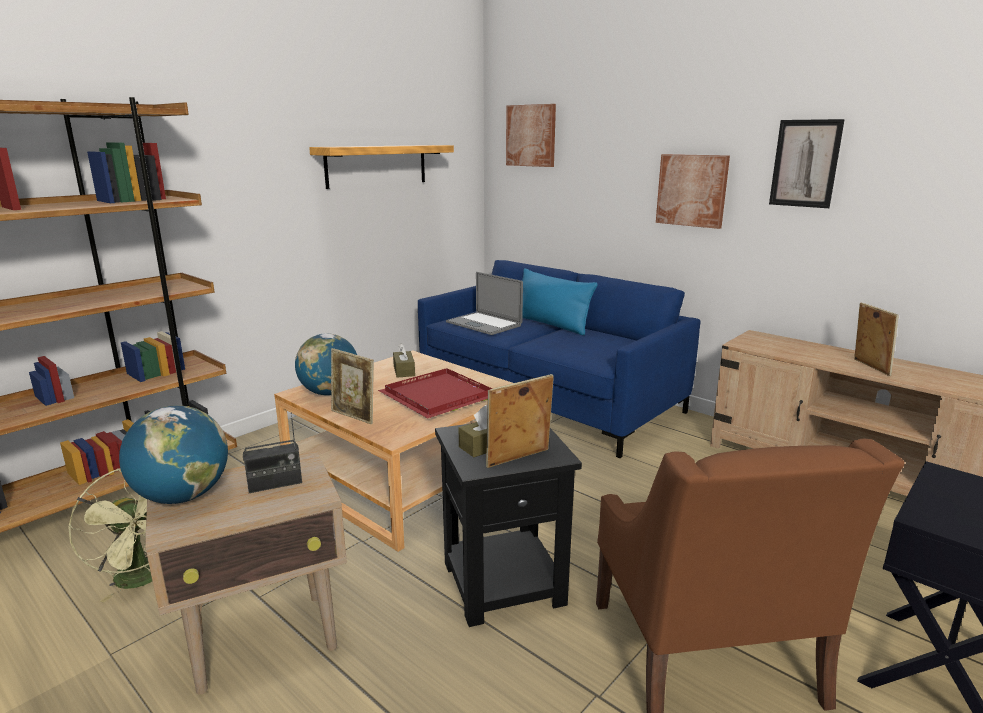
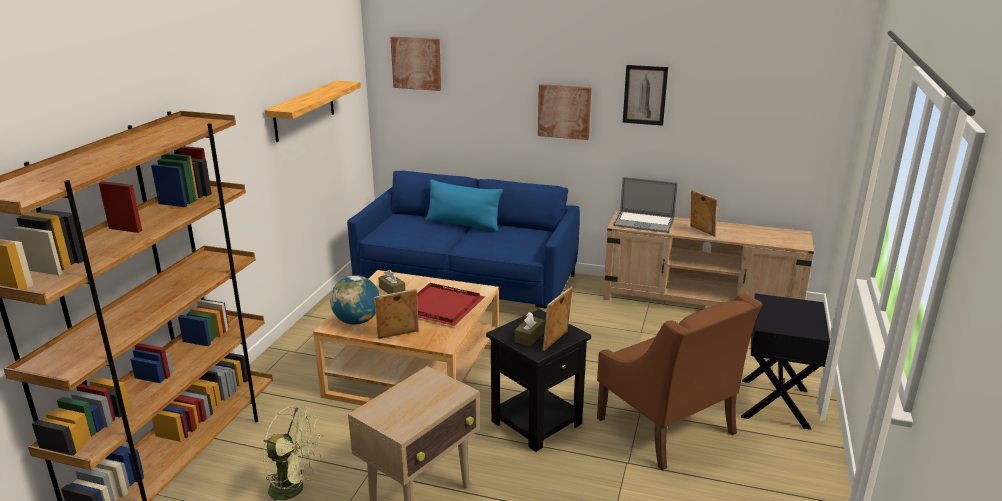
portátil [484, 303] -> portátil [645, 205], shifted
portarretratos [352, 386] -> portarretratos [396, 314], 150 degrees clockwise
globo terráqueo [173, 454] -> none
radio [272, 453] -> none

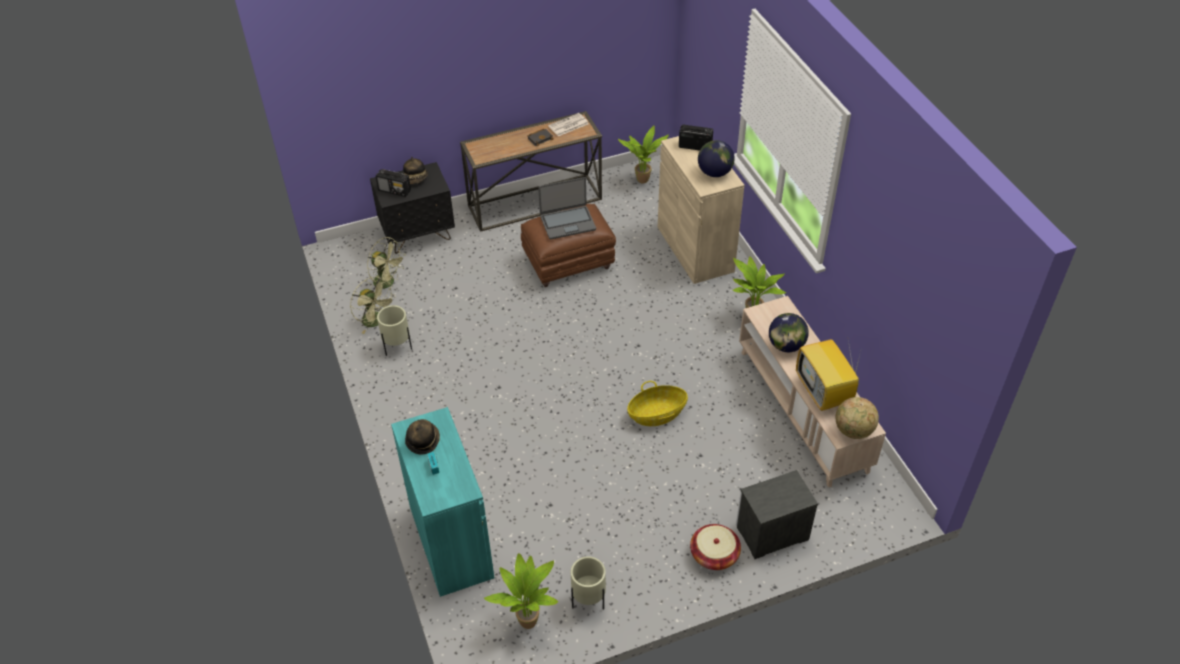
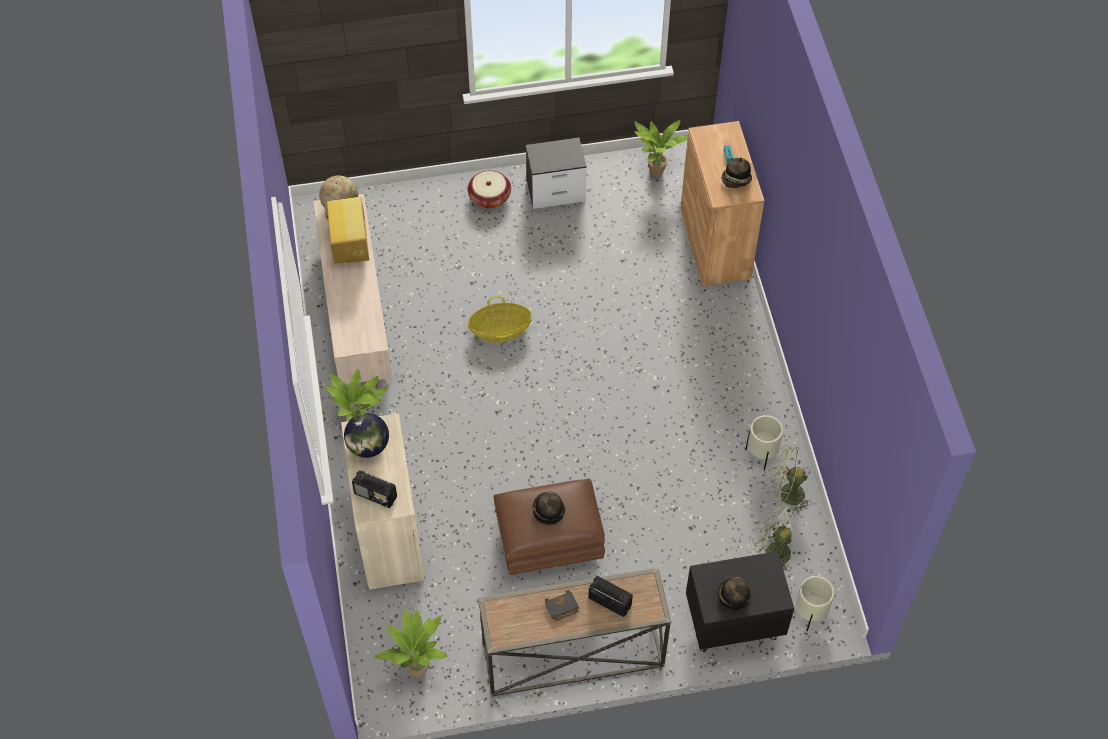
periódico [568, 124] -> none
radio [393, 183] -> radio [610, 596], shifted
portátil [567, 208] -> sombrero [549, 508]
ventilador [verde] [373, 305] -> ventilador [verde] [791, 479], 45 degrees counterclockwise
globo terráqueo [789, 332] -> none
armario [turquesa] [442, 502] -> armario [marrón] [722, 203]
mesita de noche [777, 514] -> mesita de noche [556, 173], shifted
maceta [beis] [588, 583] -> maceta [beis] [815, 603], shifted

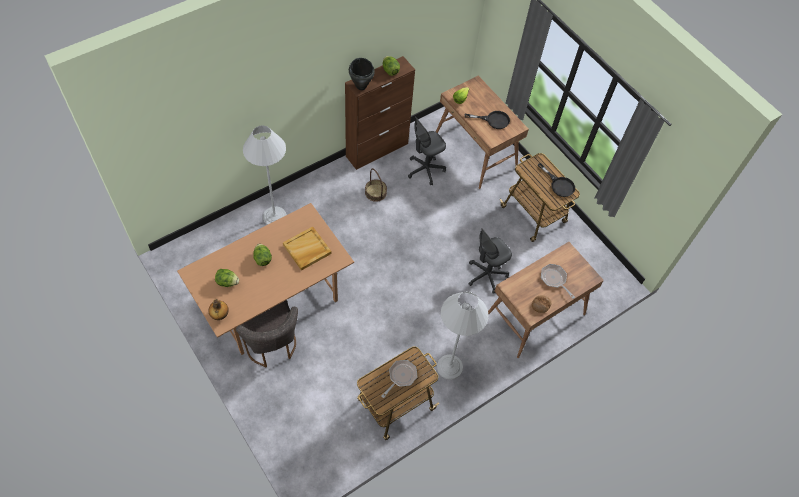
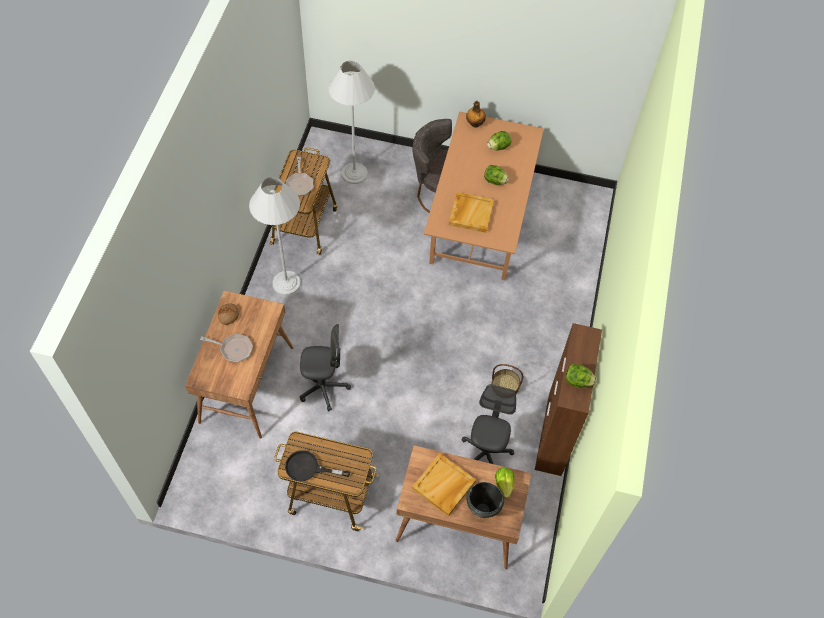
olla [negro] [362, 74] -> olla [negro] [485, 500], shifted
sartén [negro] [487, 120] -> bandeja [beis] [444, 484]
lámpara de pie [blanco] [265, 175] -> lámpara de pie [blanco] [351, 122], shifted
silla de oficina [gris] [490, 261] -> silla de oficina [gris] [325, 367], 75 degrees clockwise

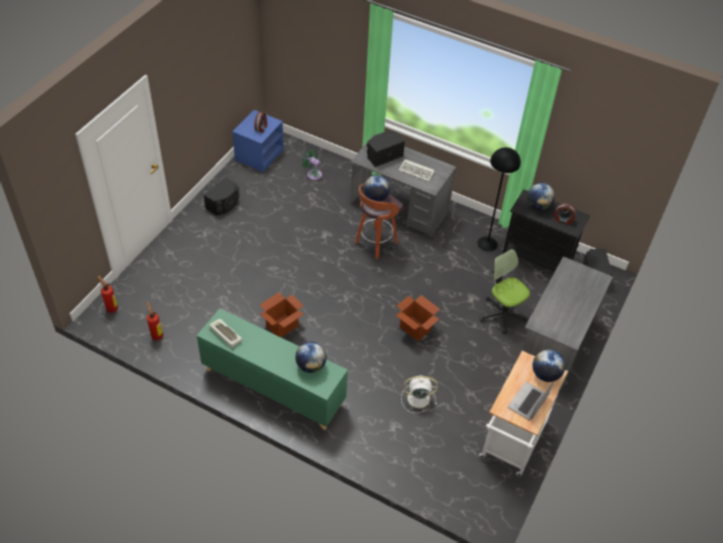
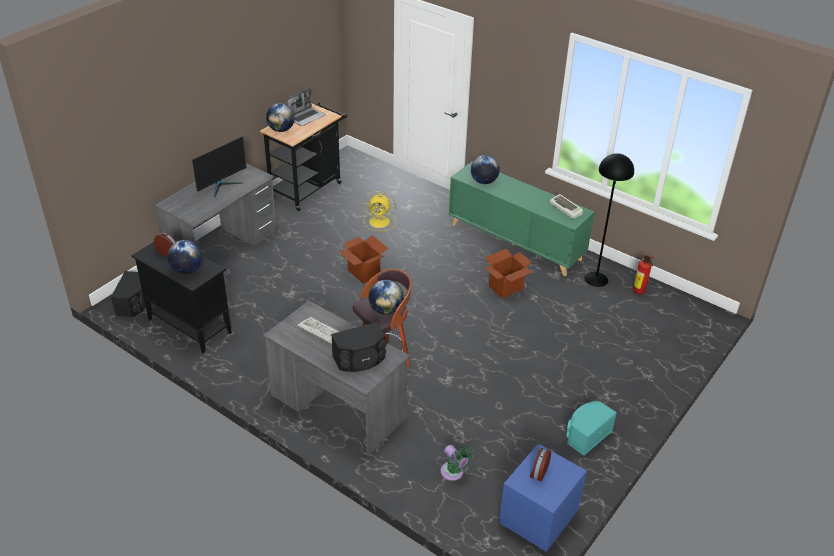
lámpara de pie [negro] [499, 199] -> lámpara de pie [negro] [609, 220], shifted
altavoz [negro] [221, 196] -> altavoz [turquesa] [591, 428]
silla de oficina [504, 291] -> none
extintor [107, 294] -> none
carrito [blanco] [523, 413] -> carrito [negro] [303, 156]
ventilador [blanco] [419, 394] -> ventilador [amarillo] [379, 211]
none -> monitor [219, 166]

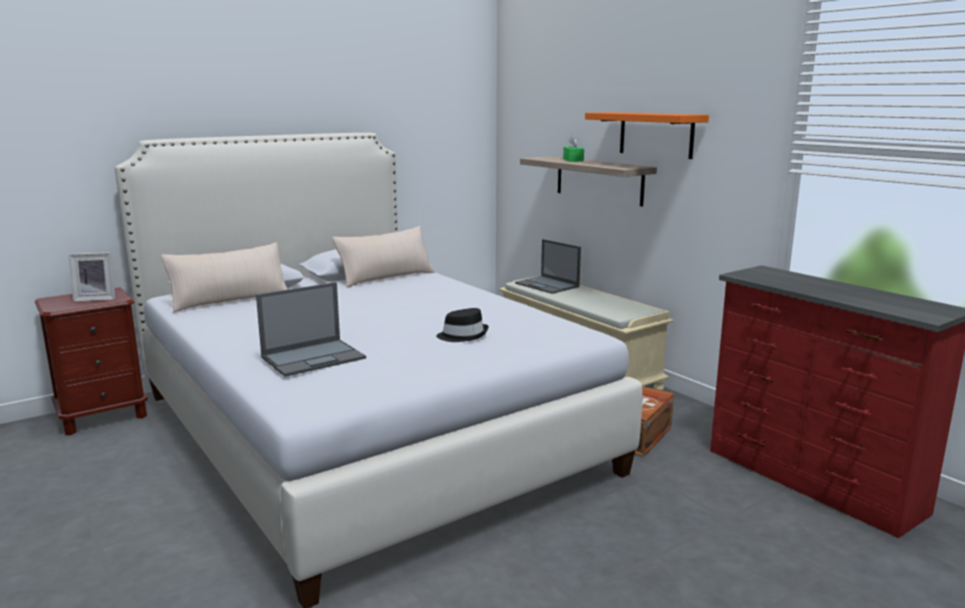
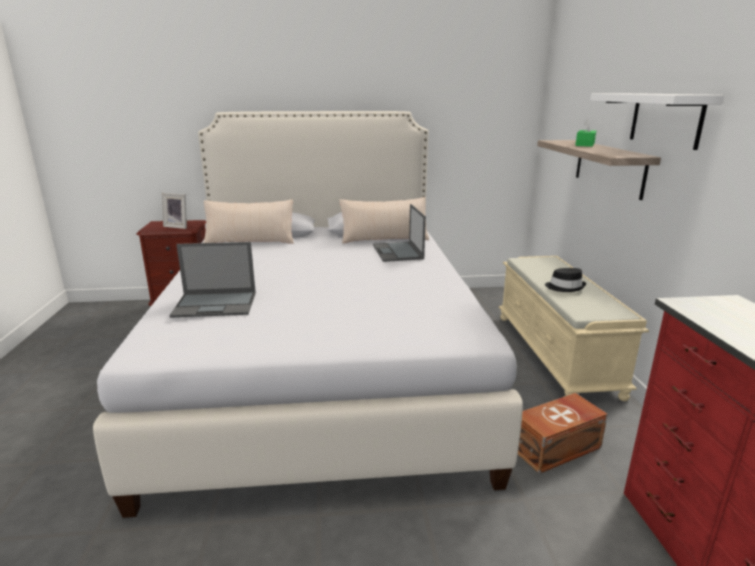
estante [naranja] [647, 135] -> estante [blanco] [657, 121]
portátil [548, 266] -> portátil [399, 233], shifted
sombrero [negro] [462, 325] -> sombrero [negro] [565, 280], shifted

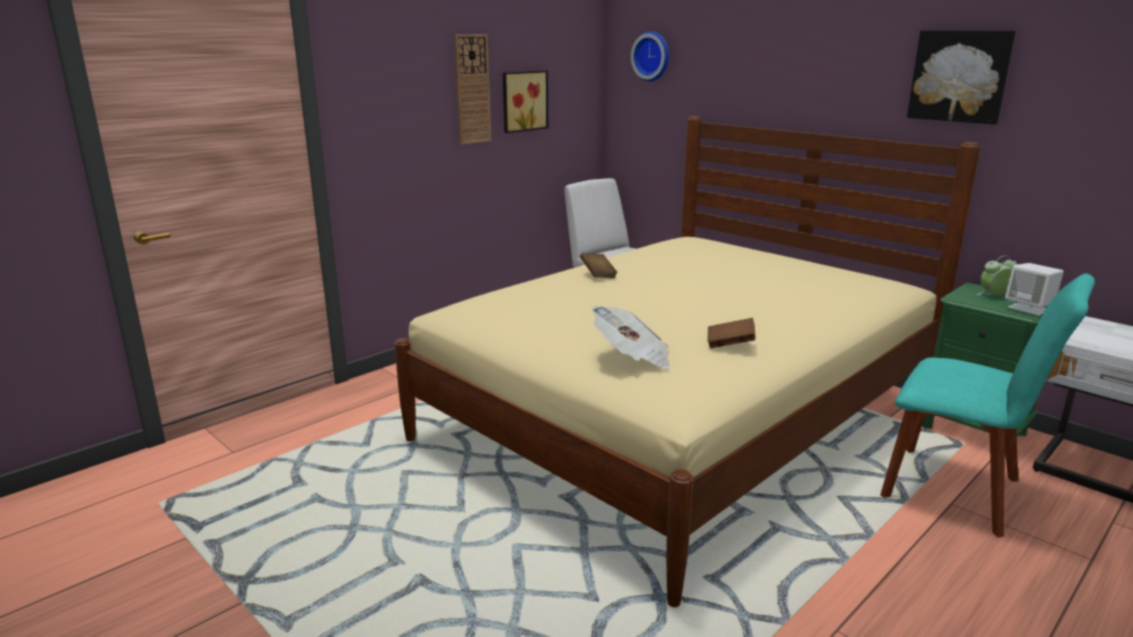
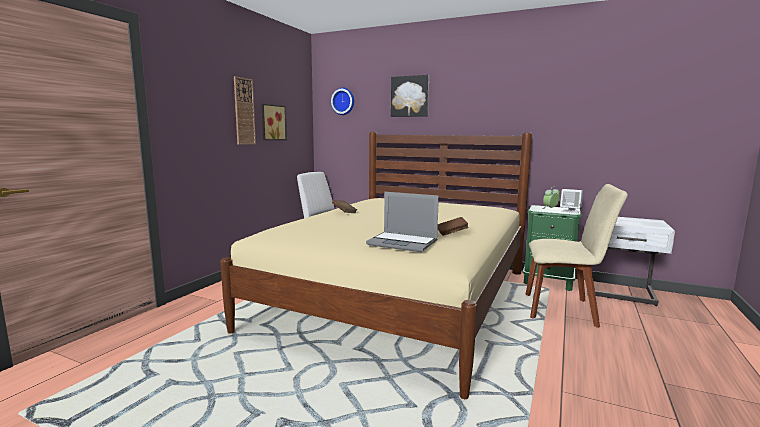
cuadro [961, 77] -> cuadro [410, 96], shifted
silla [turquesa] [987, 405] -> silla [beis] [576, 256]
periódico [631, 337] -> portátil [402, 222]

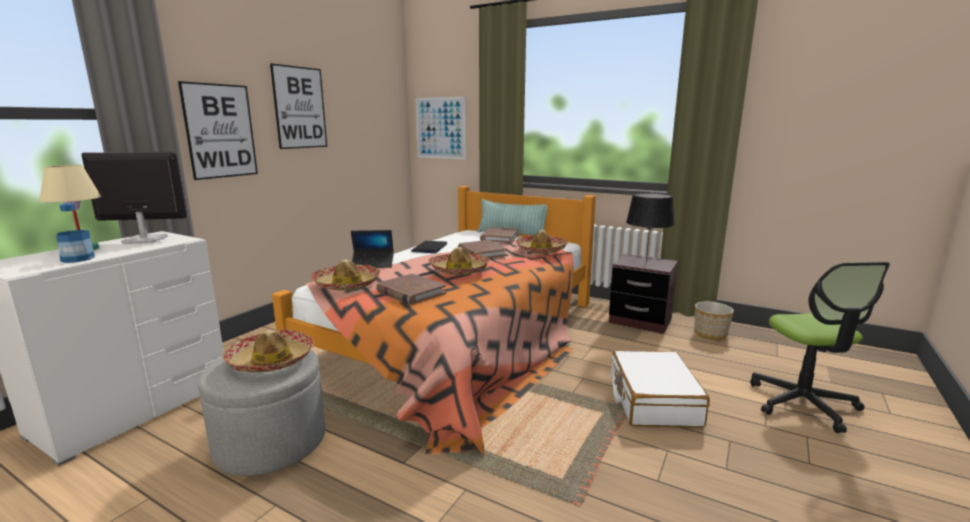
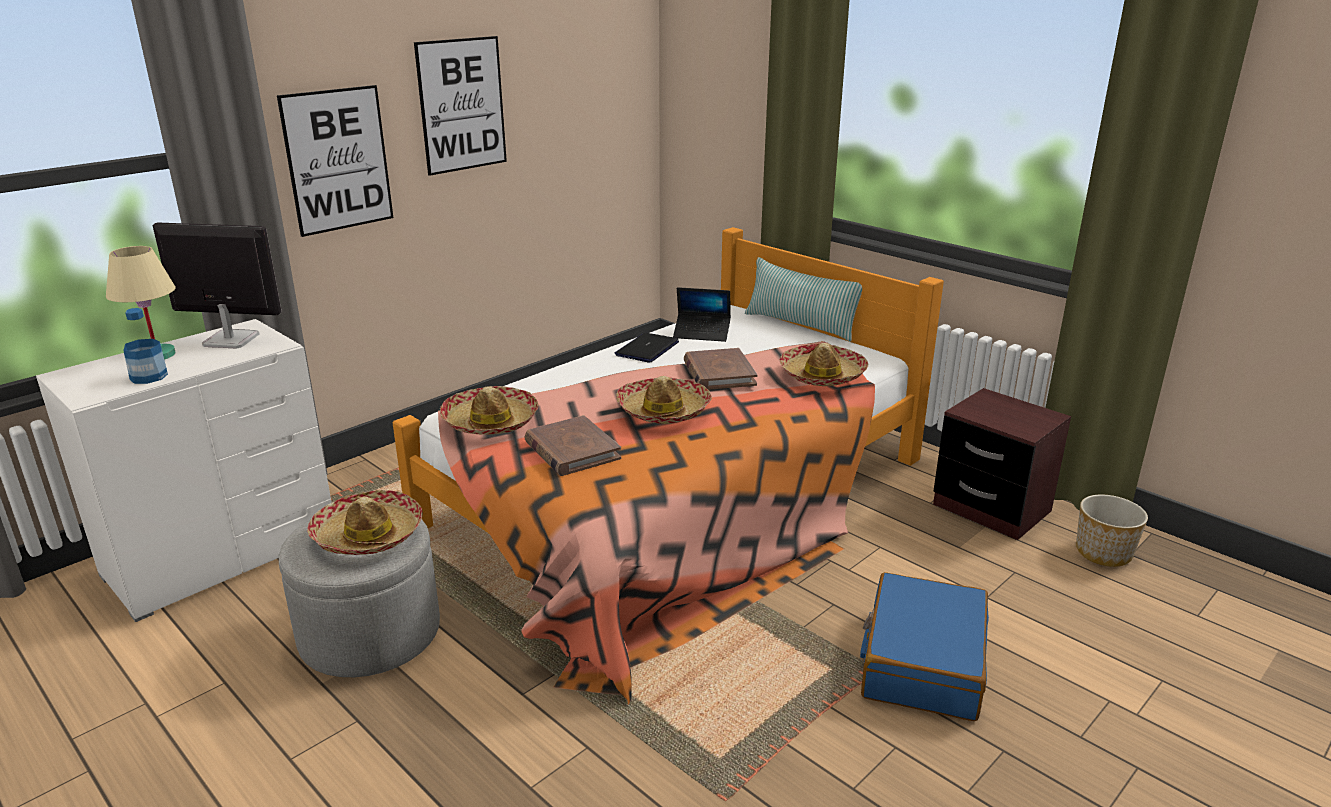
cuadro [440, 128] -> none
lámpara de mesa [negro] [650, 228] -> none
libro [marrón] [499, 235] -> none
portátil [372, 249] -> portátil [702, 314], shifted
silla de oficina [820, 347] -> none
maleta [blanco] [660, 389] -> maleta [azul] [924, 646]

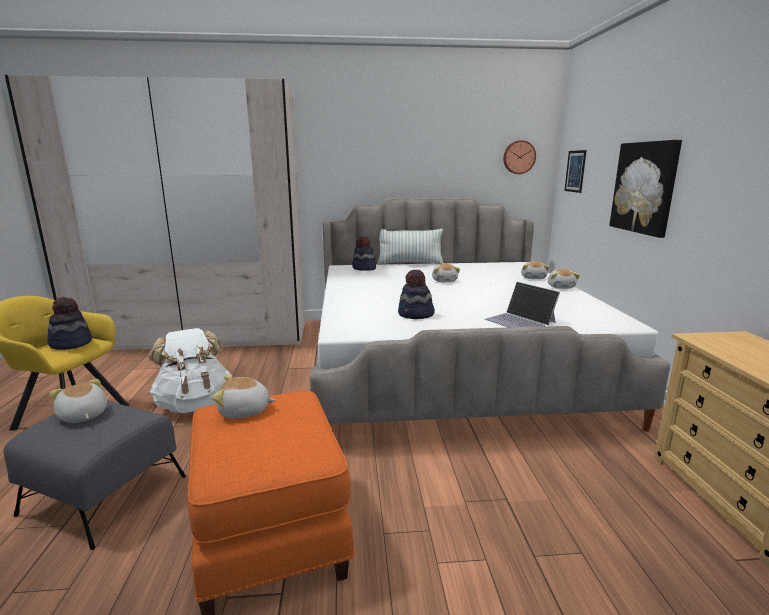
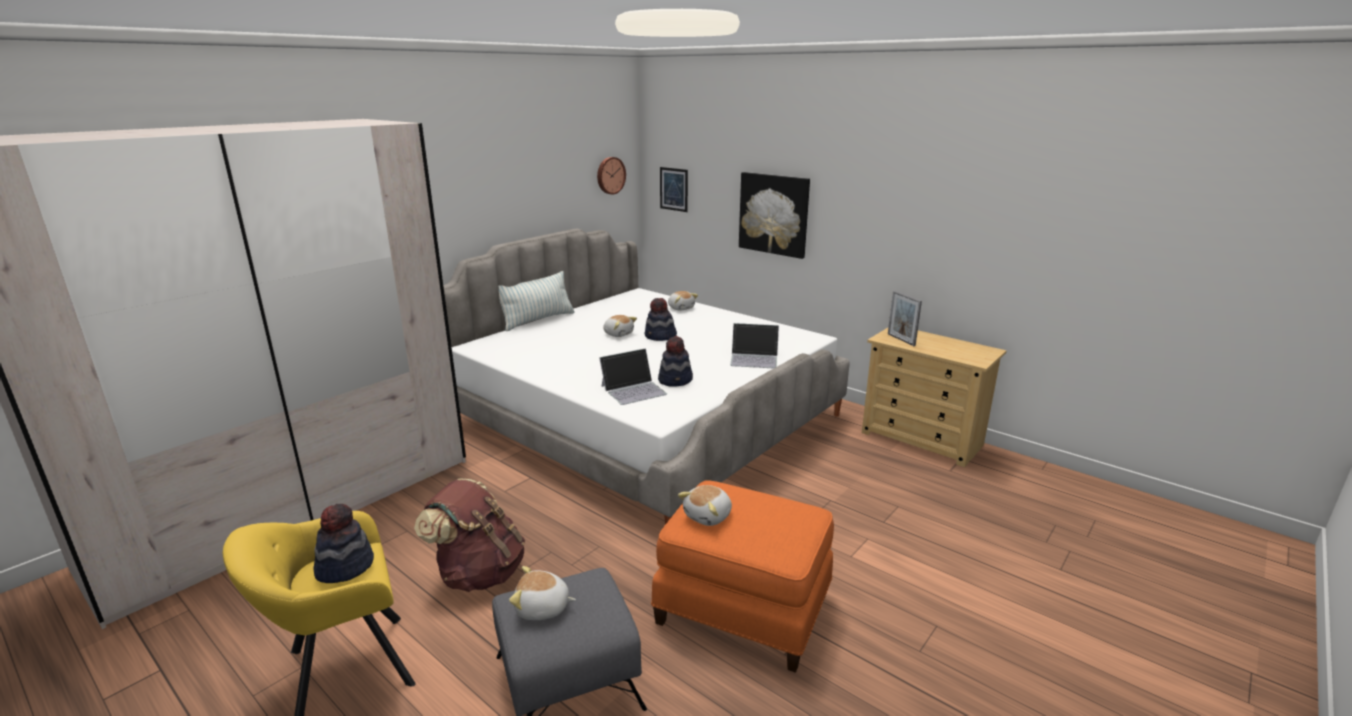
sombrero [364, 253] -> sombrero [661, 319], shifted
peluche [563, 279] -> none
mochila [blanco] [190, 370] -> mochila [marrón] [469, 535]
none -> portarretratos [905, 318]
none -> portátil [633, 376]

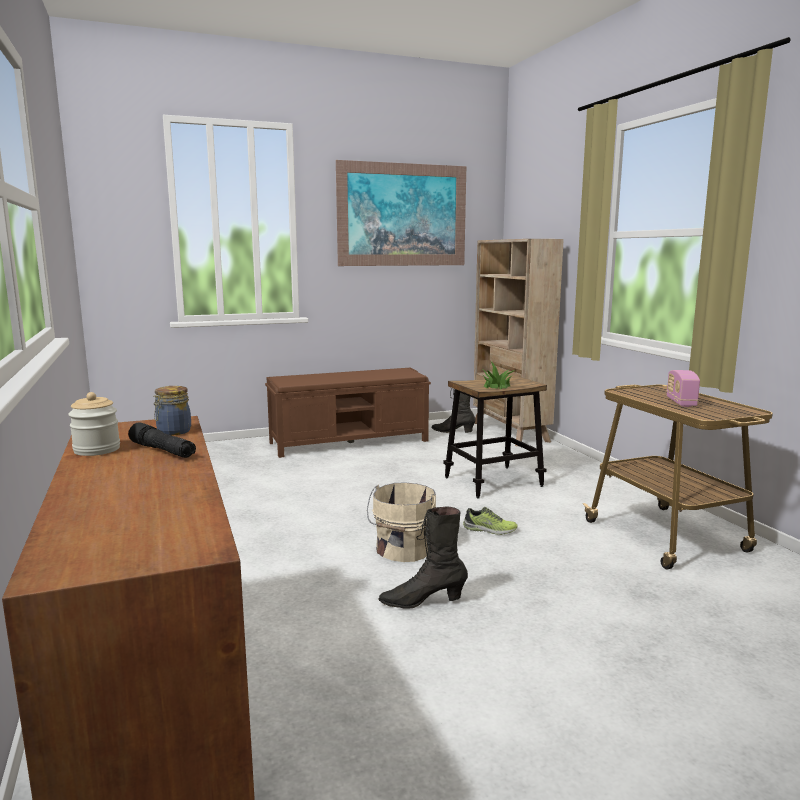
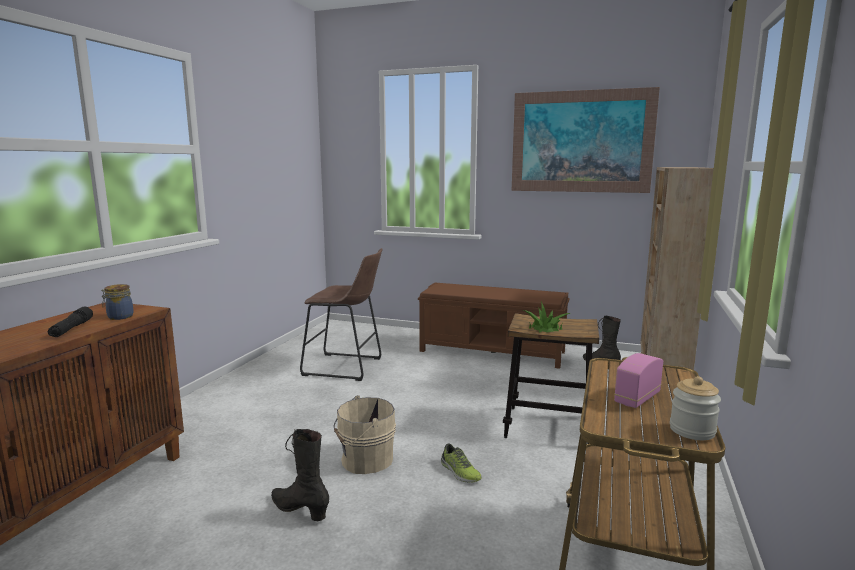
tarro [94, 424] -> tarro [695, 408], shifted
none -> taburete [marrón] [341, 314]

